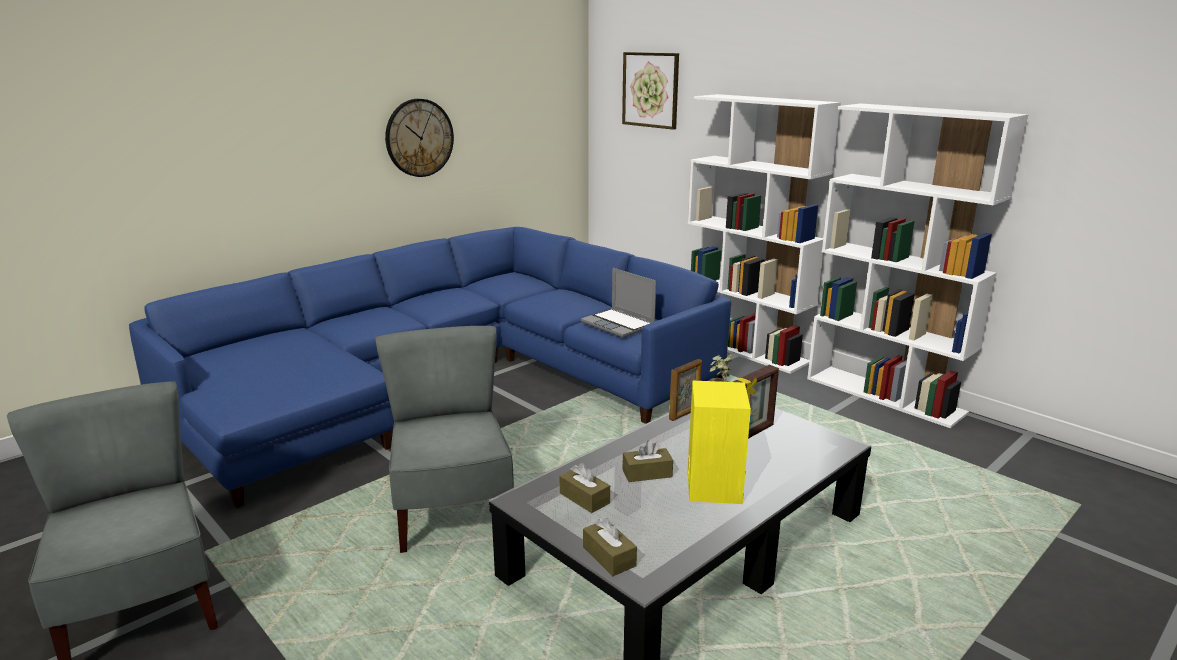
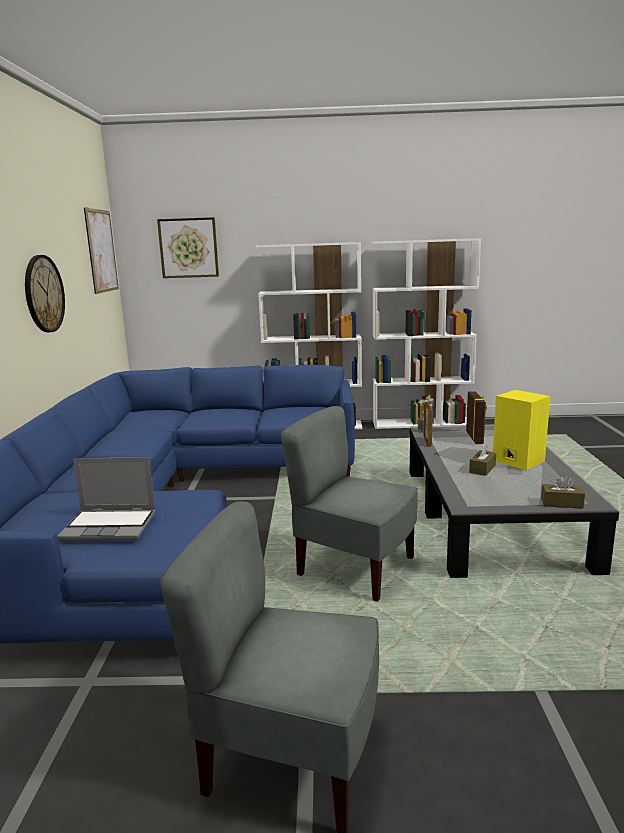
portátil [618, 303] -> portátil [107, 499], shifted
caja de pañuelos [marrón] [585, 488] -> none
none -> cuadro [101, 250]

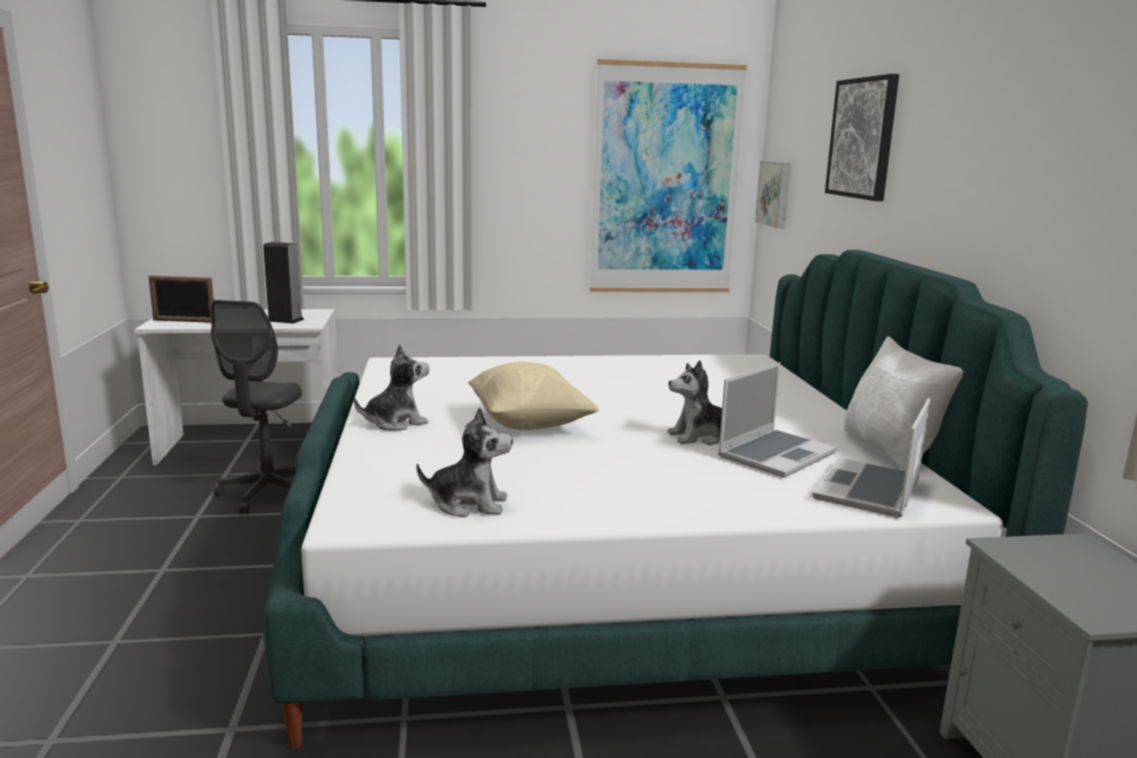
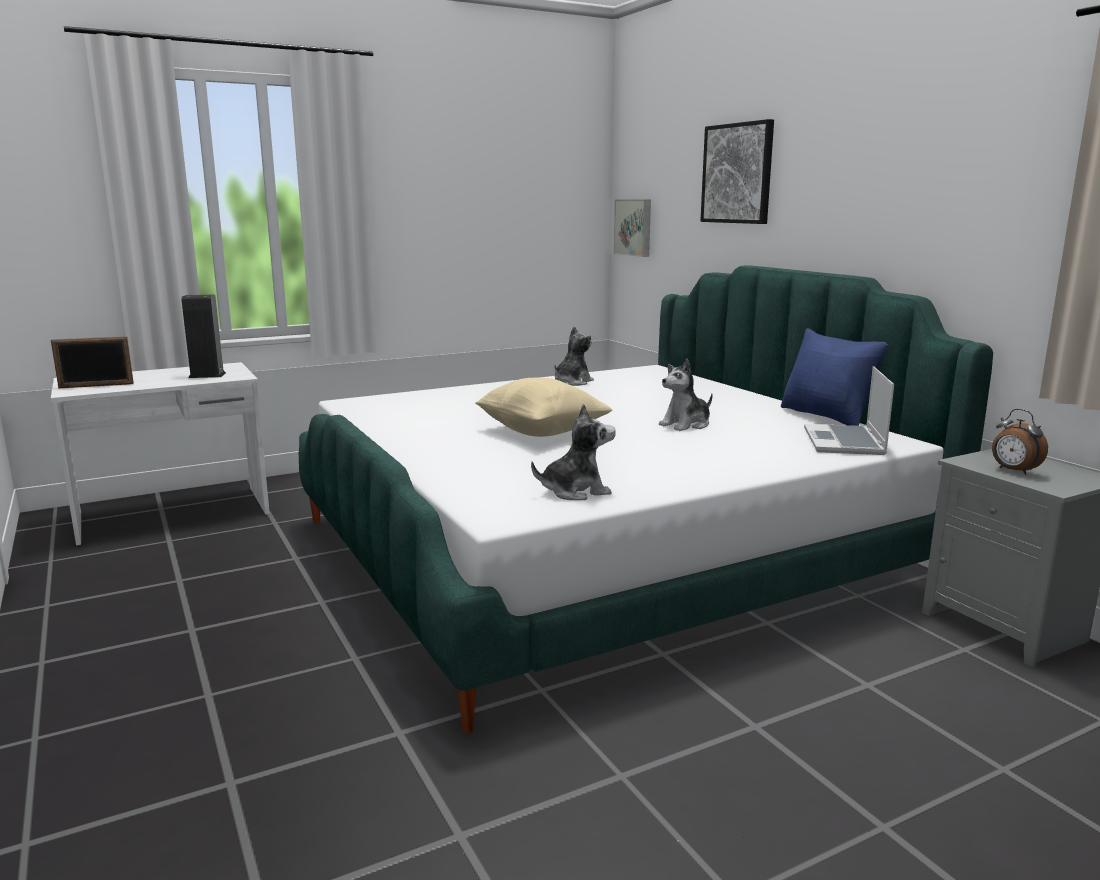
cuadro [668, 175] -> none
silla de oficina [gris] [256, 407] -> none
cojín [blanco] [903, 403] -> cojín [azul] [834, 377]
peluche [391, 387] -> peluche [574, 356], shifted
portátil [777, 420] -> none
none -> despertador [1020, 442]

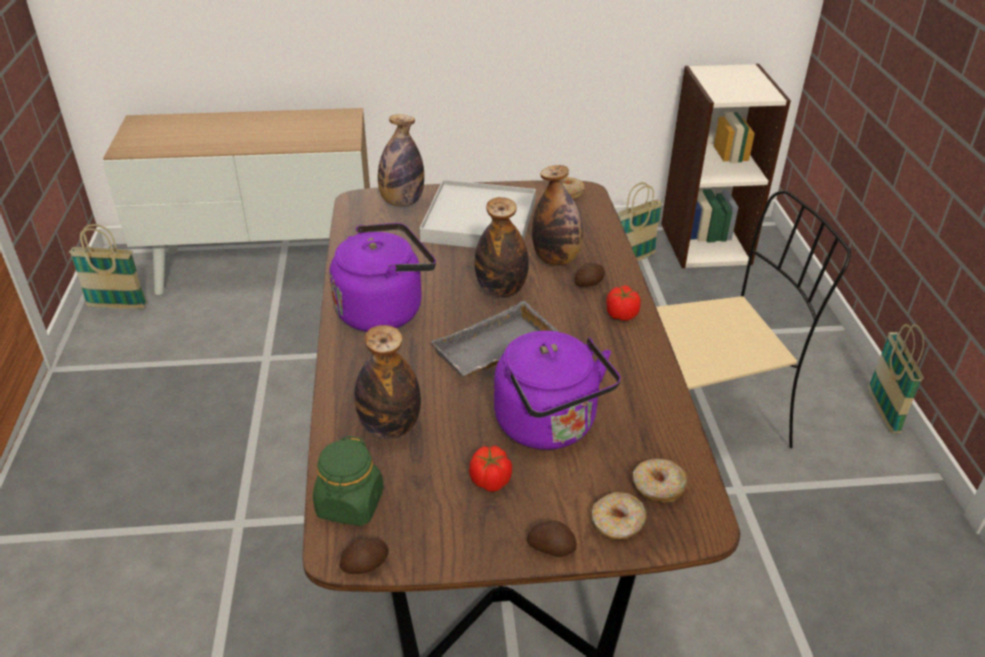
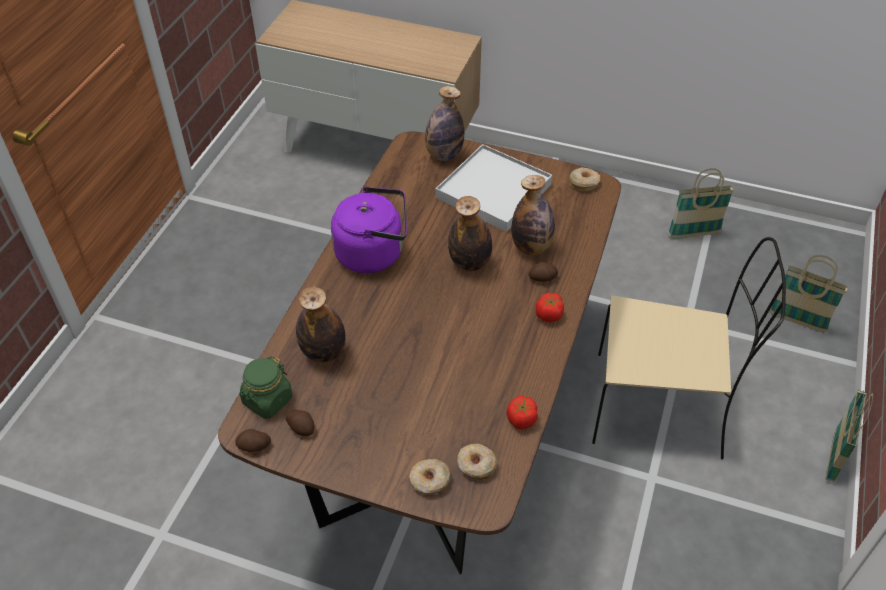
estantería [726, 166] -> none
cesta [108, 266] -> cesta [808, 294], shifted
bandeja [gris] [495, 339] -> none
hervidor [morado] [557, 390] -> none
tomate [490, 468] -> tomate [522, 413], shifted
patata [552, 538] -> patata [300, 423], shifted

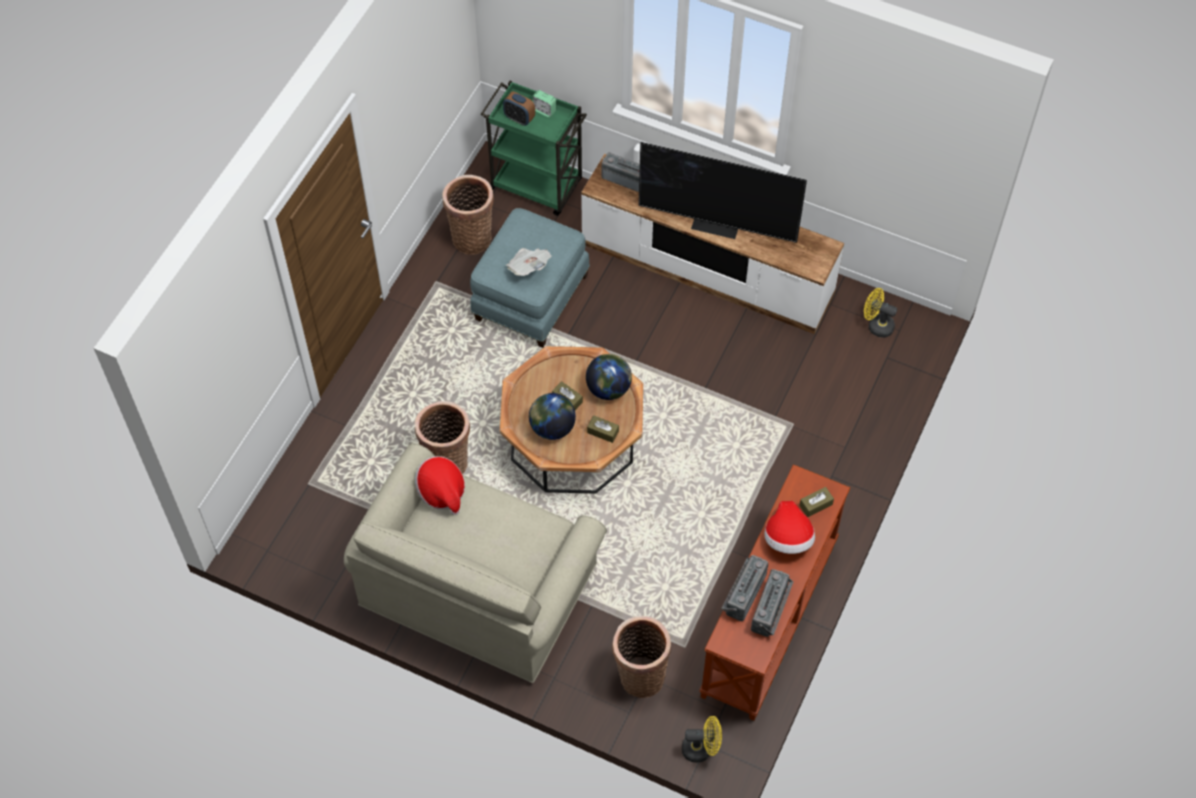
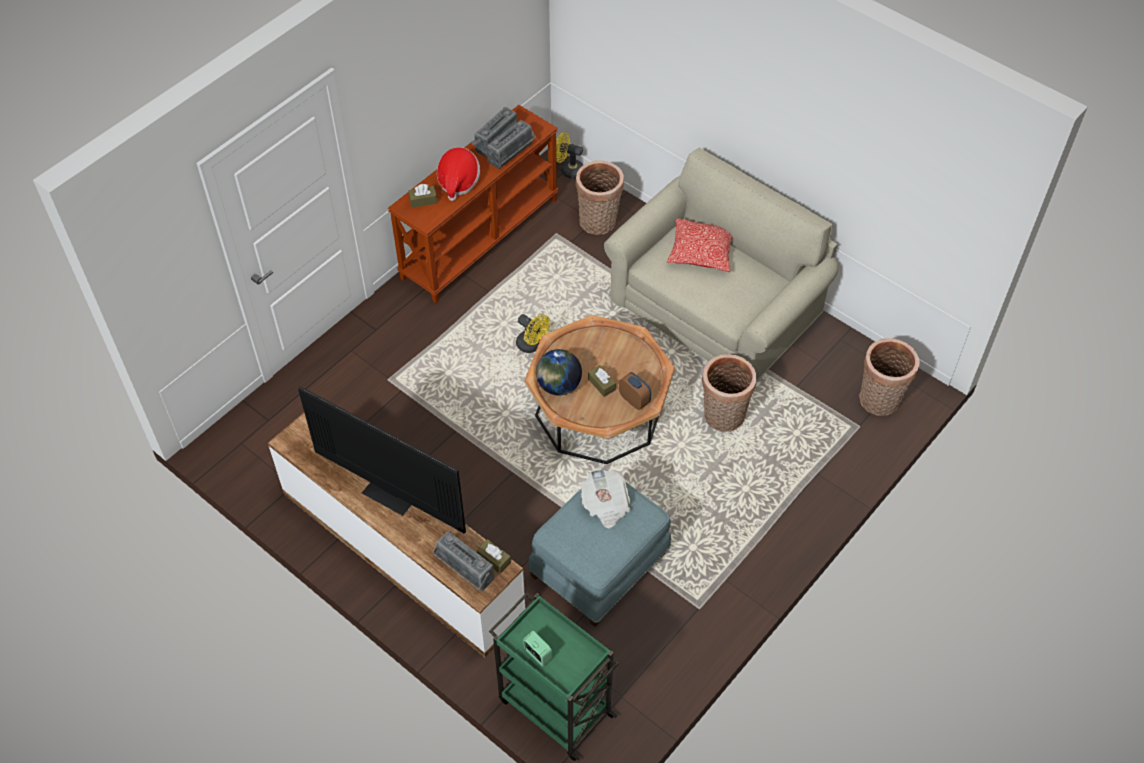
despertador [519, 109] -> despertador [635, 391], shifted
cesta [468, 215] -> cesta [889, 377], shifted
ventilador [amarillo] [880, 313] -> ventilador [amarillo] [533, 333], shifted
globo terráqueo [552, 416] -> none
caja de pañuelos [marrón] [603, 429] -> caja de pañuelos [marrón] [494, 556], shifted
sombrero [440, 485] -> none
none -> cojín [700, 245]

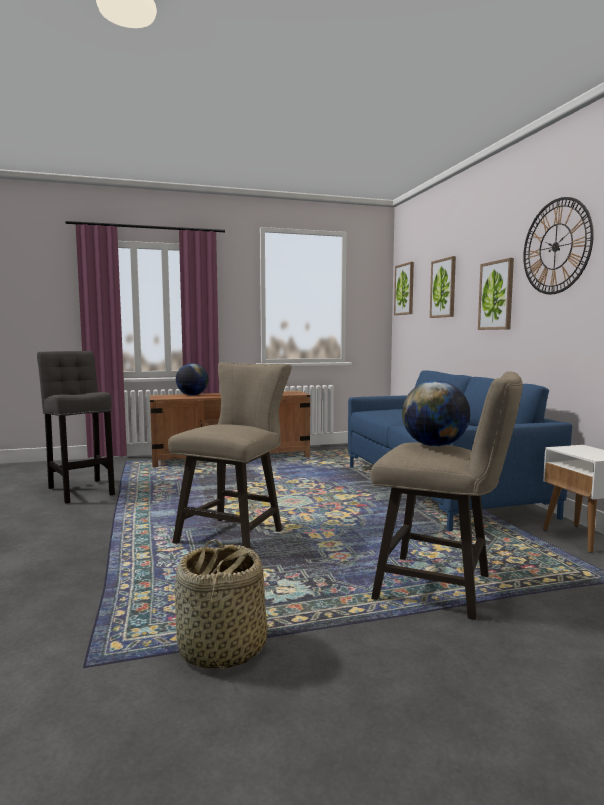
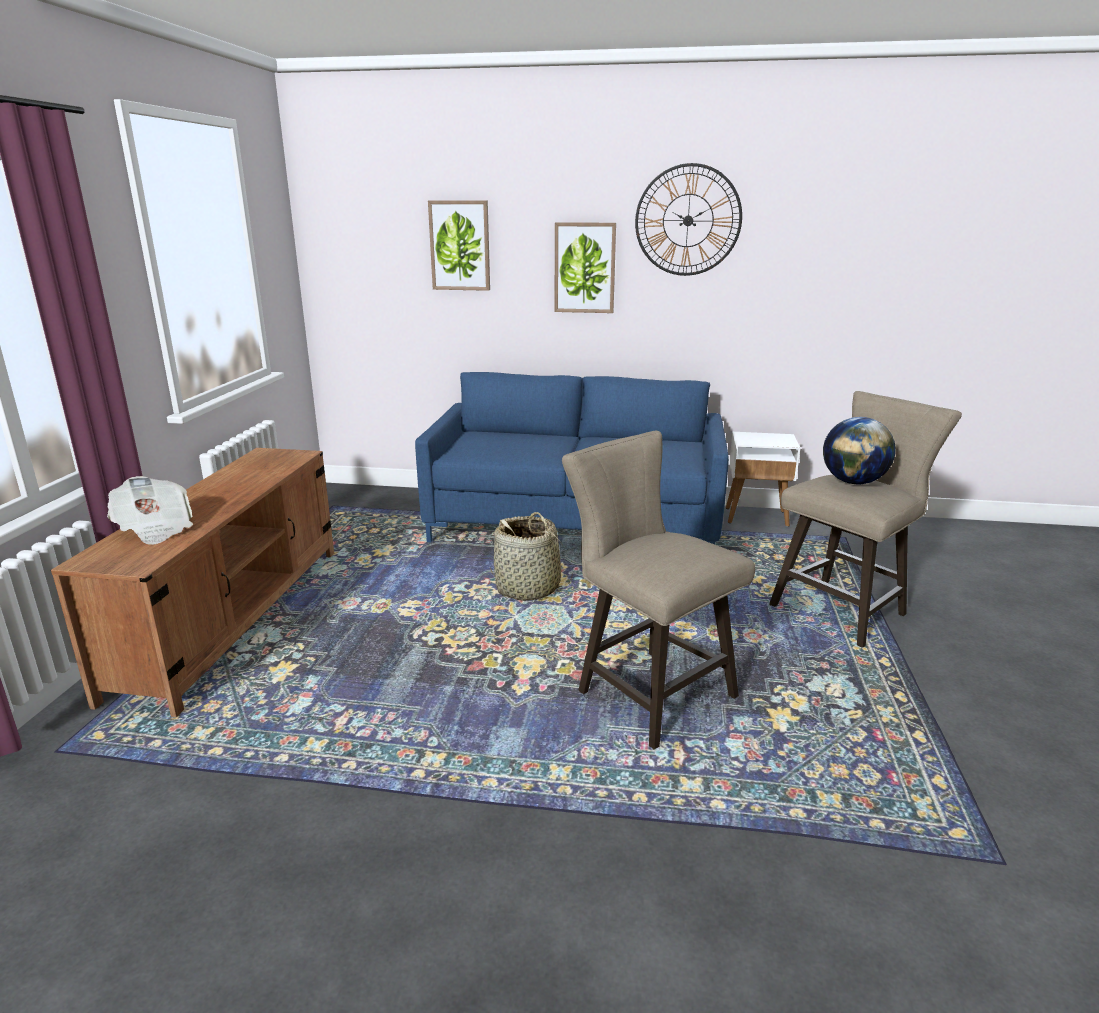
cuadro [404, 288] -> none
taburete [gris] [76, 427] -> none
globo terráqueo [192, 379] -> periódico [150, 510]
cesta [221, 604] -> cesta [531, 556], shifted

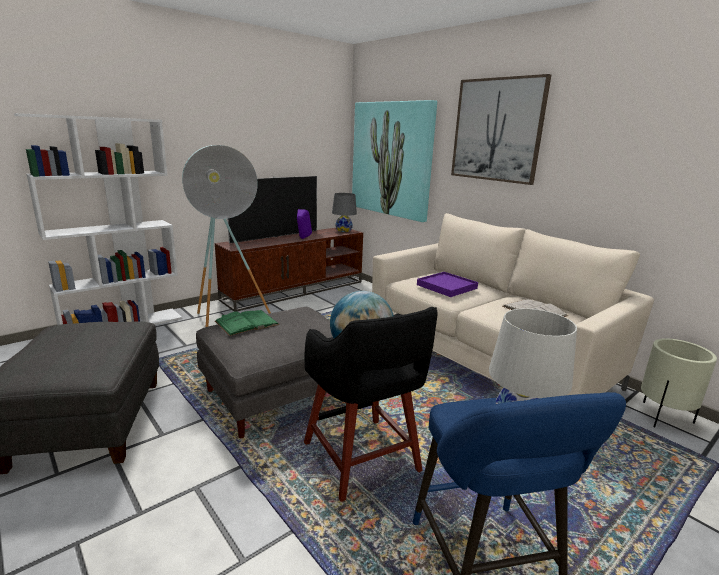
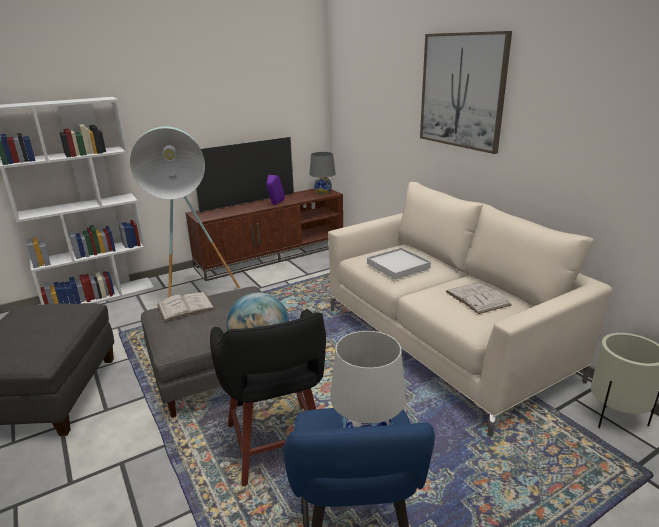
cuadro [394, 161] -> none
bandeja [morado] [447, 284] -> bandeja [blanco] [399, 264]
libro [verde] [247, 323] -> libro [blanco] [186, 307]

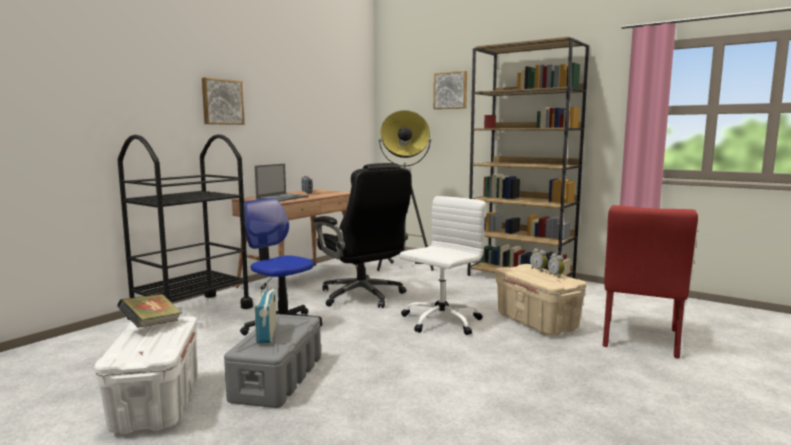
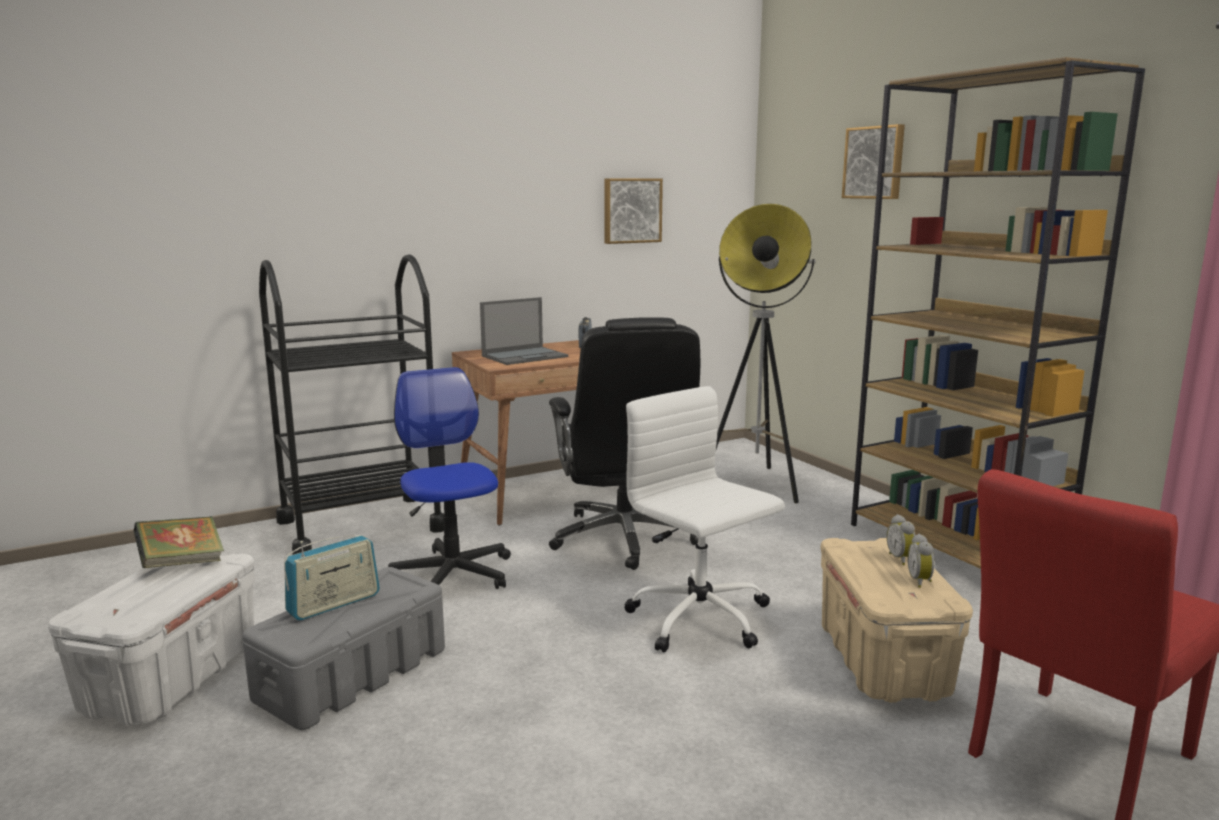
cuadro [223, 101] -> cuadro [633, 211], shifted
silla de oficina [blanco] [442, 265] -> silla de oficina [blanco] [704, 519], 105 degrees counterclockwise
radio [265, 313] -> radio [332, 577], 150 degrees counterclockwise

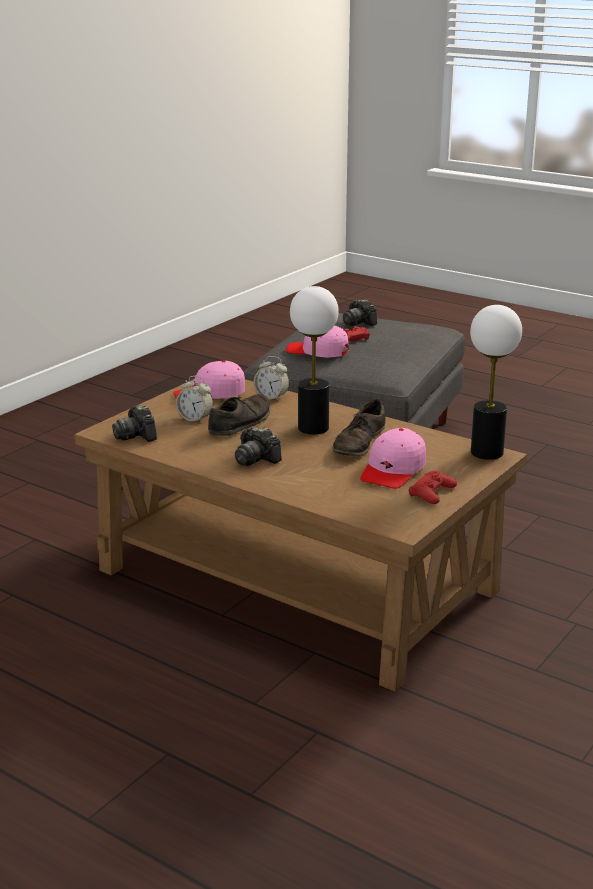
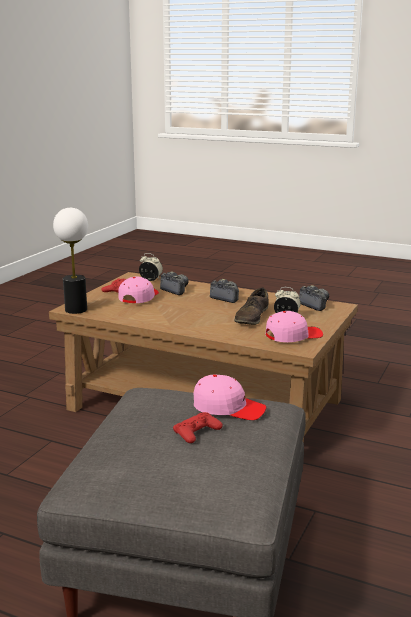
lámpara de mesa [314, 360] -> none
cámara [360, 312] -> cámara [174, 283], shifted
despertador [271, 379] -> despertador [151, 267], shifted
zapato [marrón] [358, 428] -> none

